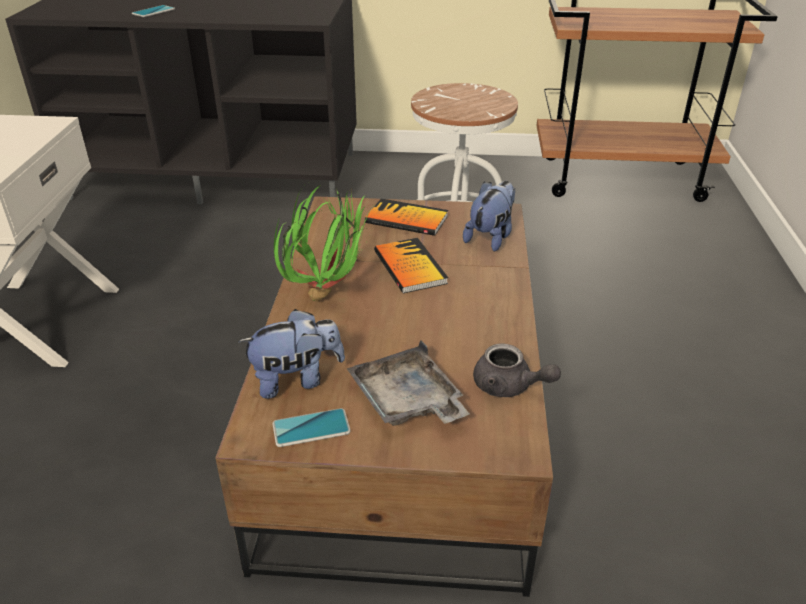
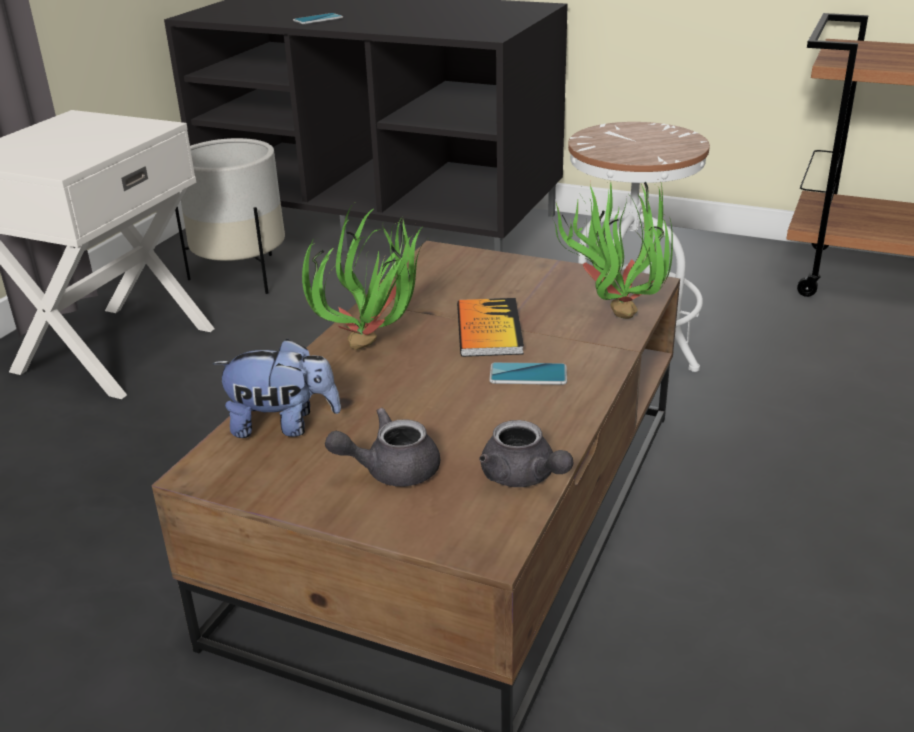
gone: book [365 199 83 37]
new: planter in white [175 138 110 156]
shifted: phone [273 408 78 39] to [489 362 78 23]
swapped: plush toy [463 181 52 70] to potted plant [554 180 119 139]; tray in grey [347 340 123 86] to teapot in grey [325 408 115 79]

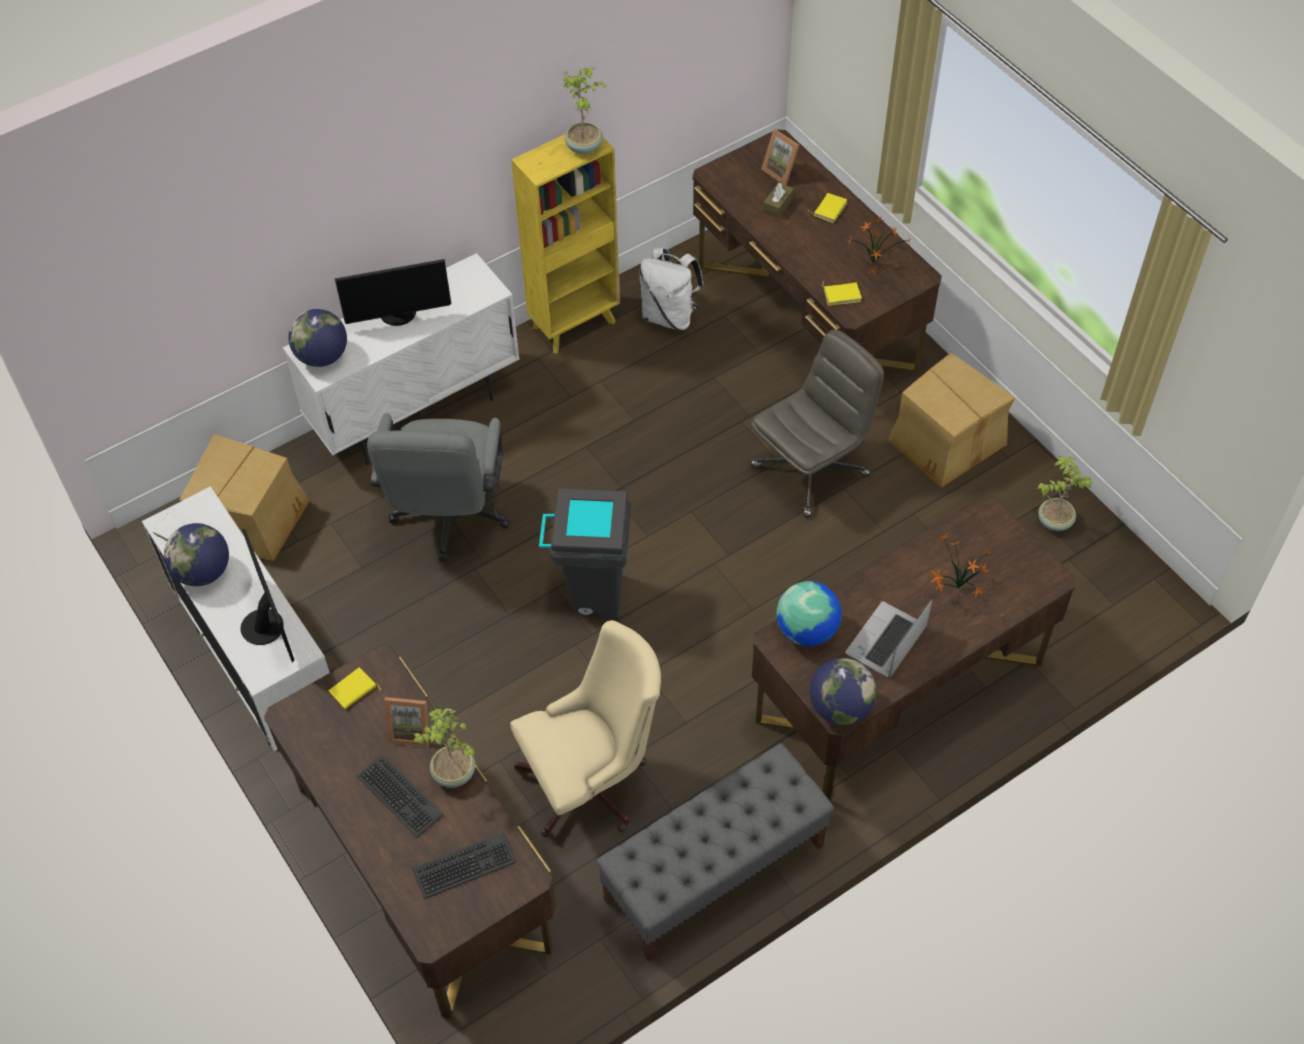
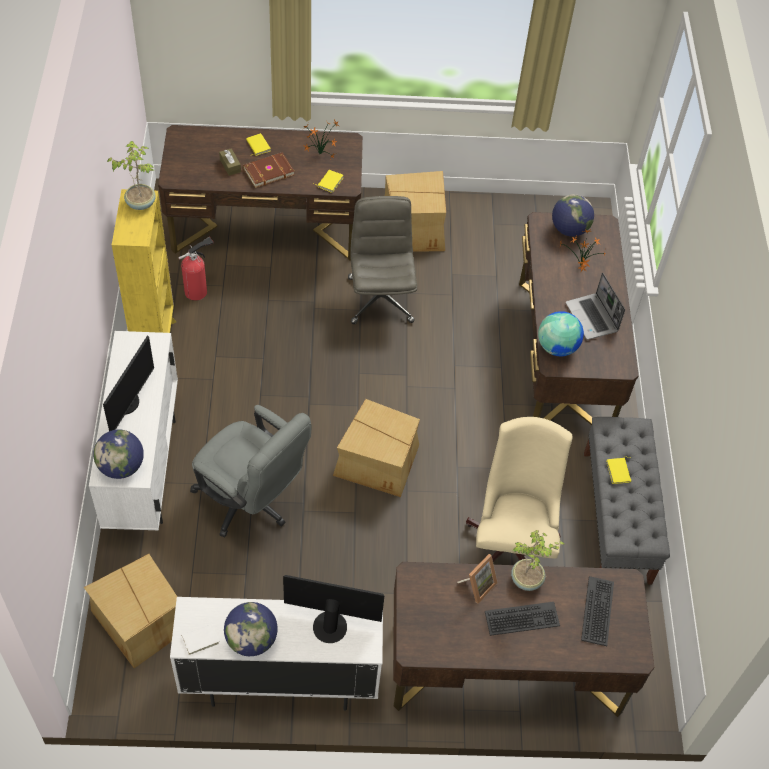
gone: picture frame [761 129 38 56]; potted plant [1037 457 55 74]
new: book in brown [243 152 52 36]
shifted: globe [810 658 67 67] to [552 194 42 43]; book in yellow [329 667 52 42] to [606 456 25 28]
swapped: backpack in white [639 247 65 83] to fire extinguisher [178 237 36 64]; trash can in grey [539 488 92 131] to cardboard box [333 399 87 98]

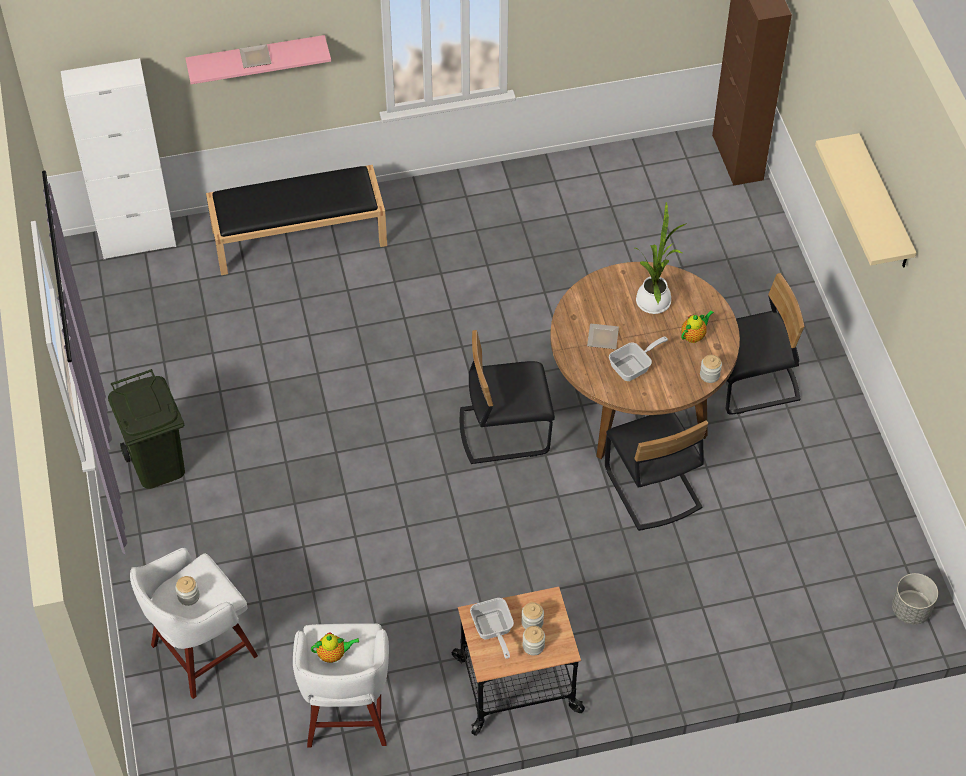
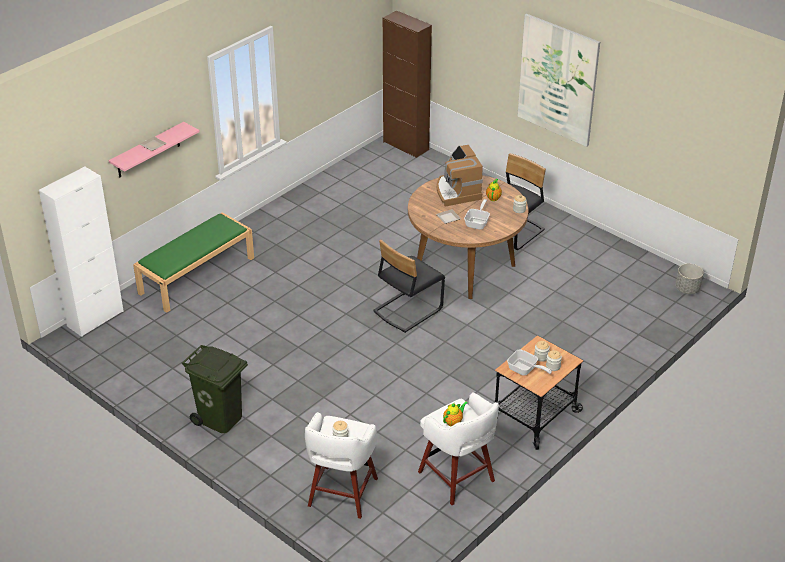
gone: chair in black [605 413 103 118]
swapped: shelf in beige [815 133 102 135] to picture [517 14 83 133]; potted plant [635 201 52 113] to coffee machine [436 145 47 61]
repainted: bench in black [206 165 181 110] to bench in green [133 212 121 101]

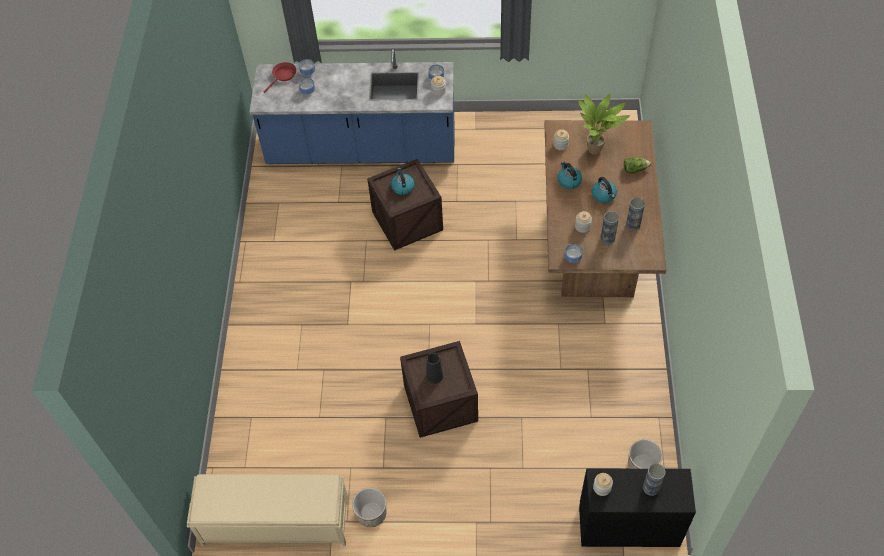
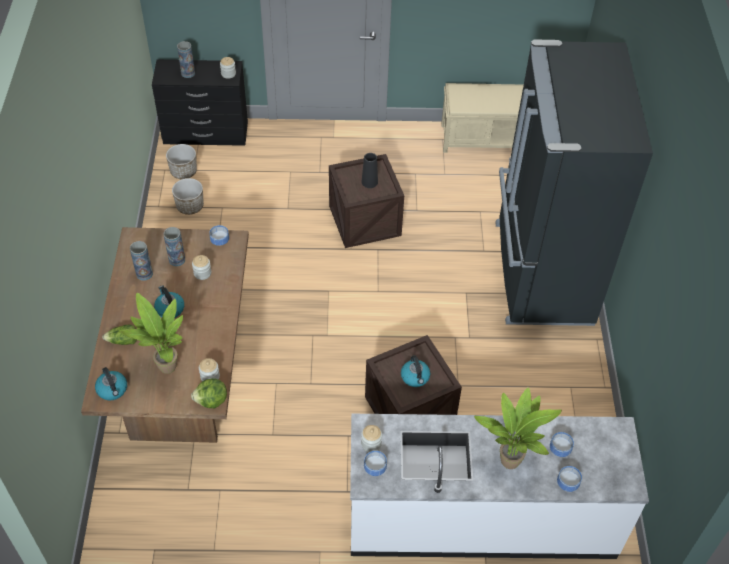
gone: frying pan in red [263 62 33 31]
new: fridge in black [495 40 158 286]; lettuce [191 378 36 30]; potted plant [474 387 88 82]
shifted: kettle [557 161 25 28] to [95 367 32 33]; planter [352 488 34 39] to [172 178 32 37]
repainted: counter in blue [250 48 205 116] to counter in white [350 414 299 145]

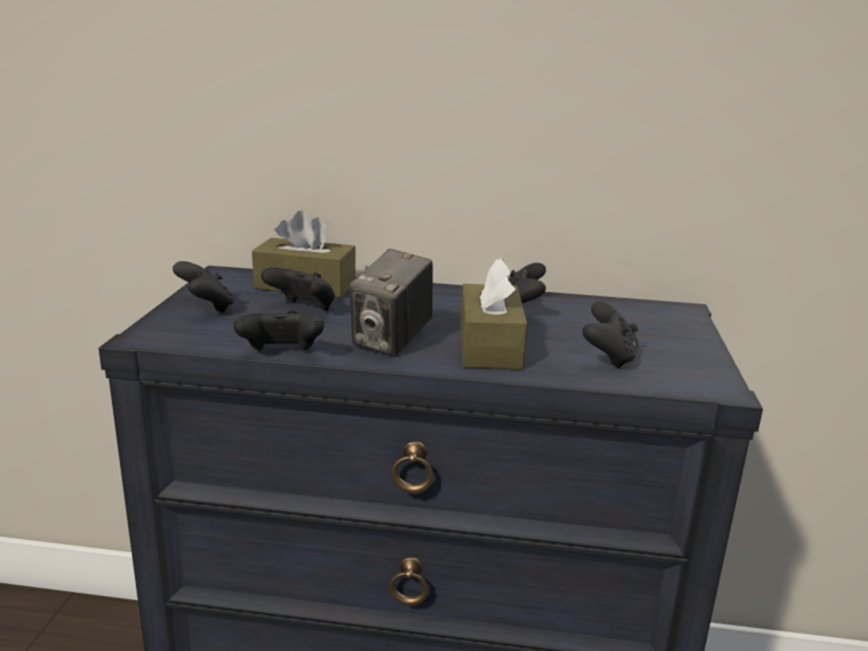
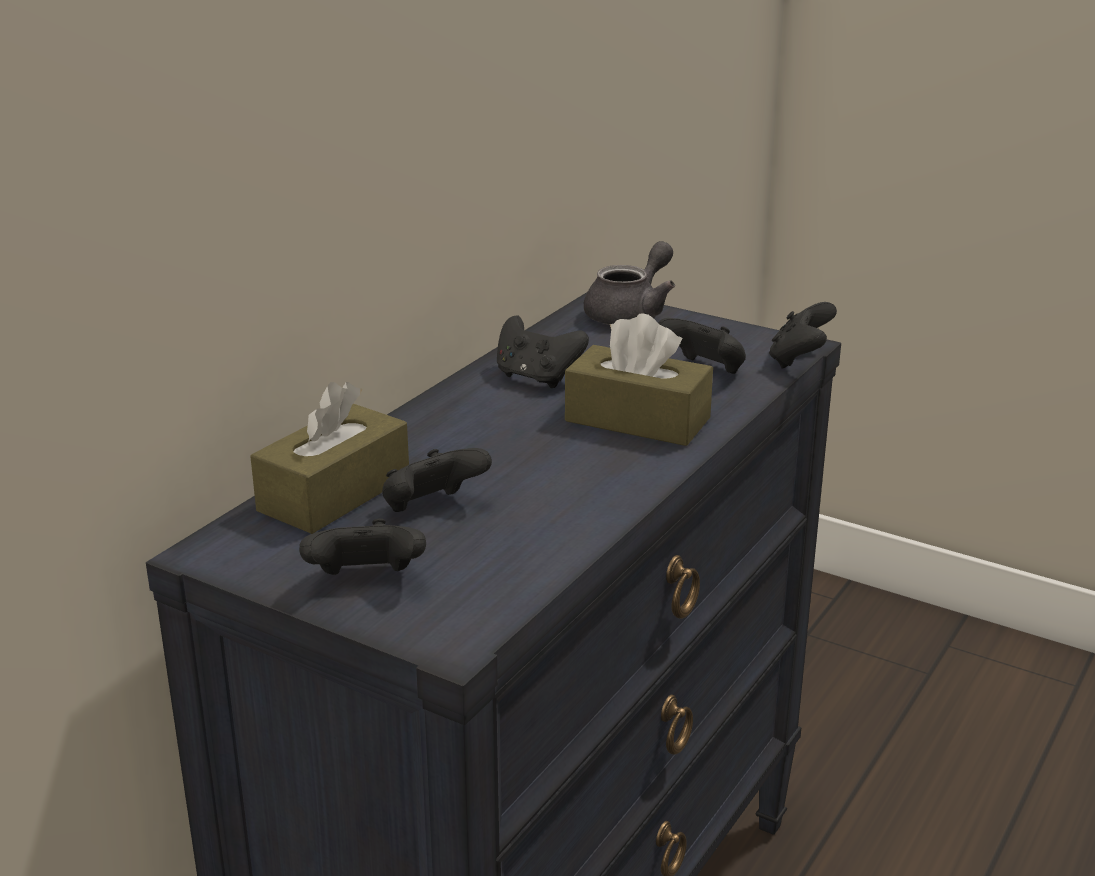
gone: photo camera [350 248 83 109]
new: teapot in grey [584 241 91 84]
shifted: game controller in black [233 310 91 41] to [769 302 68 67]

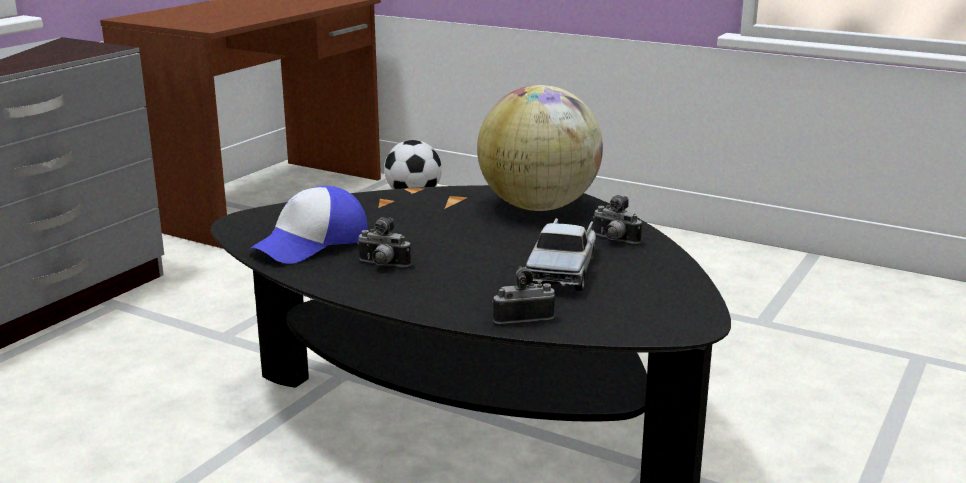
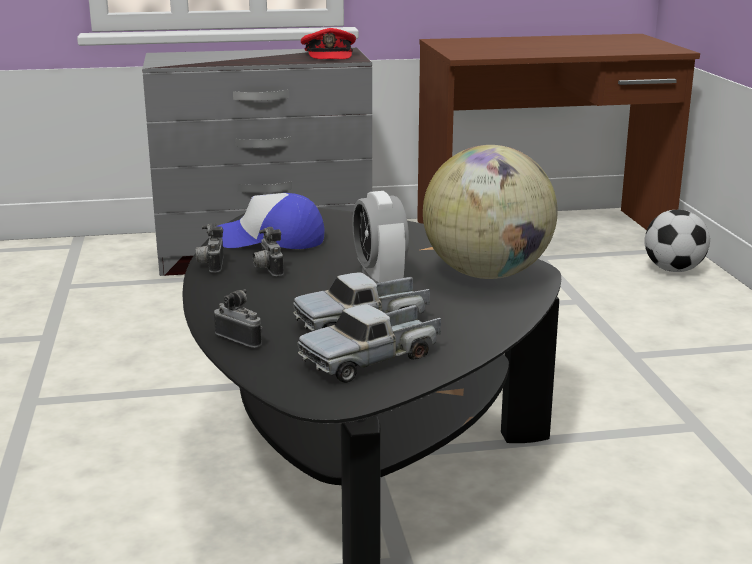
new: cap in red [301 28 55 31]; alarm clock [352 191 57 92]; toy truck [297 304 144 79]
shifted: photo camera [593 195 49 49] to [196 223 28 50]

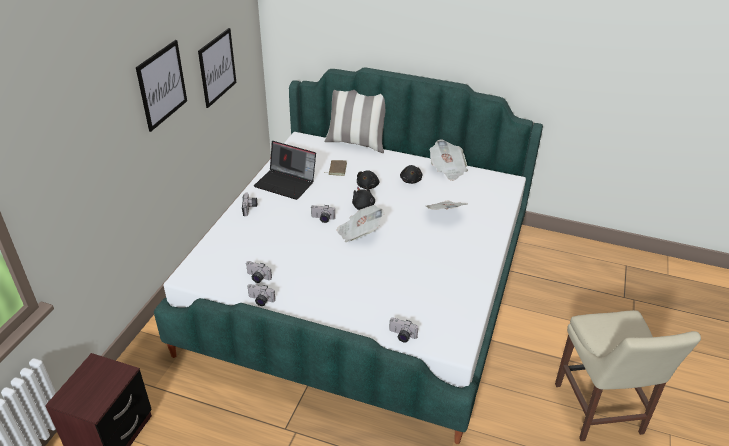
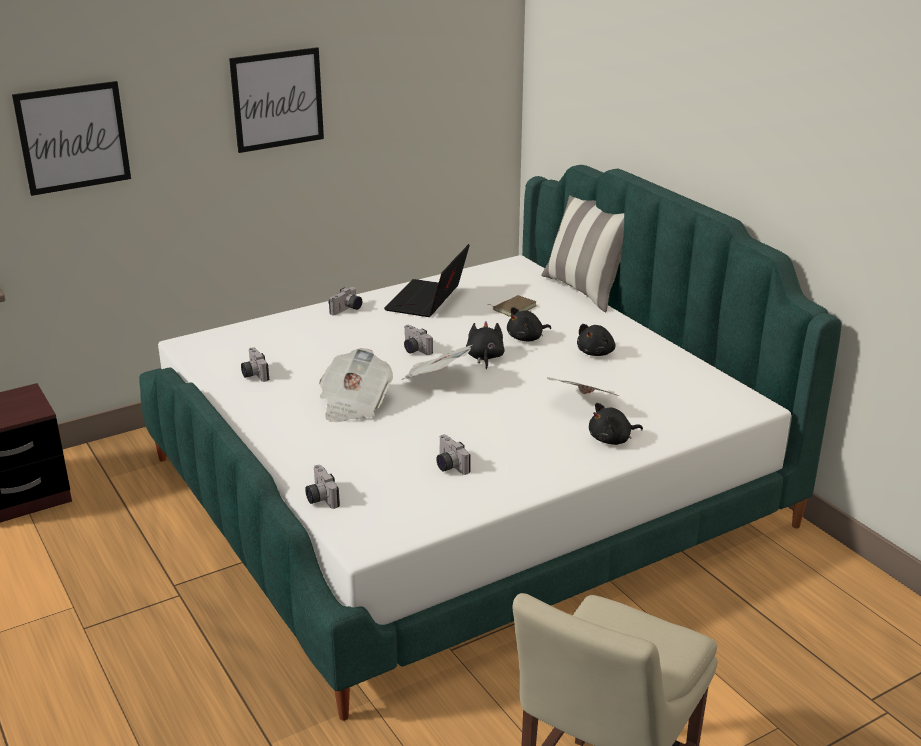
new: plush toy in black [589 403 54 42]
shifted: picture [198 28 38 80] to [12 81 119 115]; newspaper [430 139 38 42] to [319 348 74 74]; photo camera [248 284 27 22] to [436 435 35 40]
rotated: laptop [254 141 62 59] = [384 244 86 73] 45 degrees clockwise

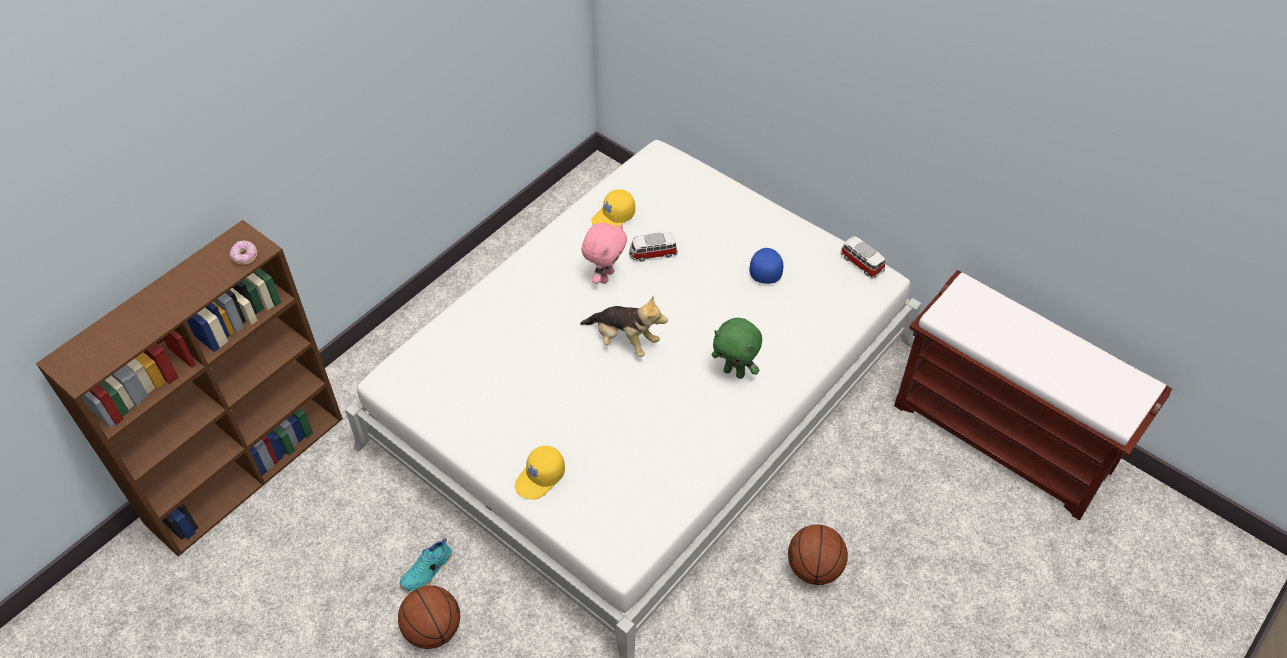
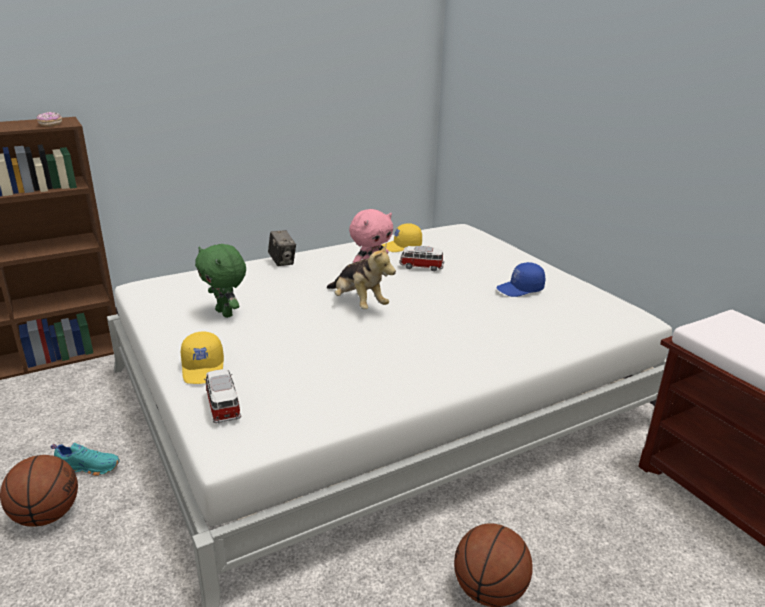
new: photo camera [268 230 28 36]
shifted: toy car [841 236 44 42] to [204 369 37 55]; plush toy in green [711 318 51 61] to [195 244 51 74]
rotated: cap in blue [749 248 34 36] = [496 262 49 35] 135 degrees counterclockwise; cap in yellow [515 446 50 54] = [181 332 43 52] 75 degrees counterclockwise; shoe in turquoise [400 537 52 54] = [51 443 69 33] 150 degrees counterclockwise

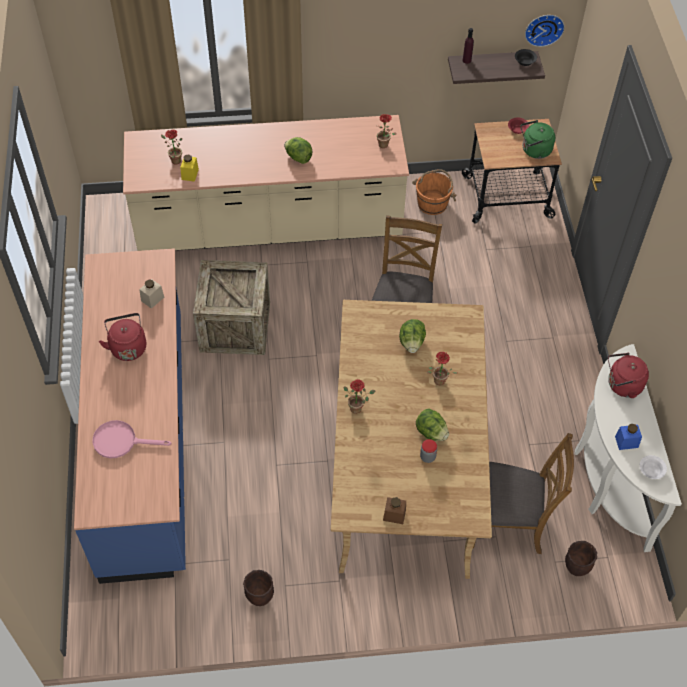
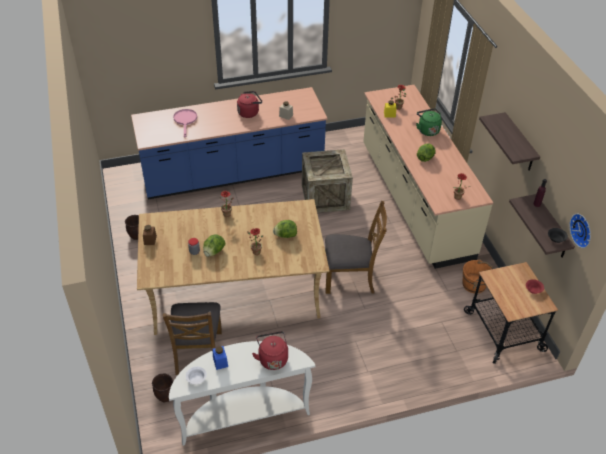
new: shelf [479 112 61 59]
shifted: kettle in green [520 120 35 39] to [416 108 26 28]

